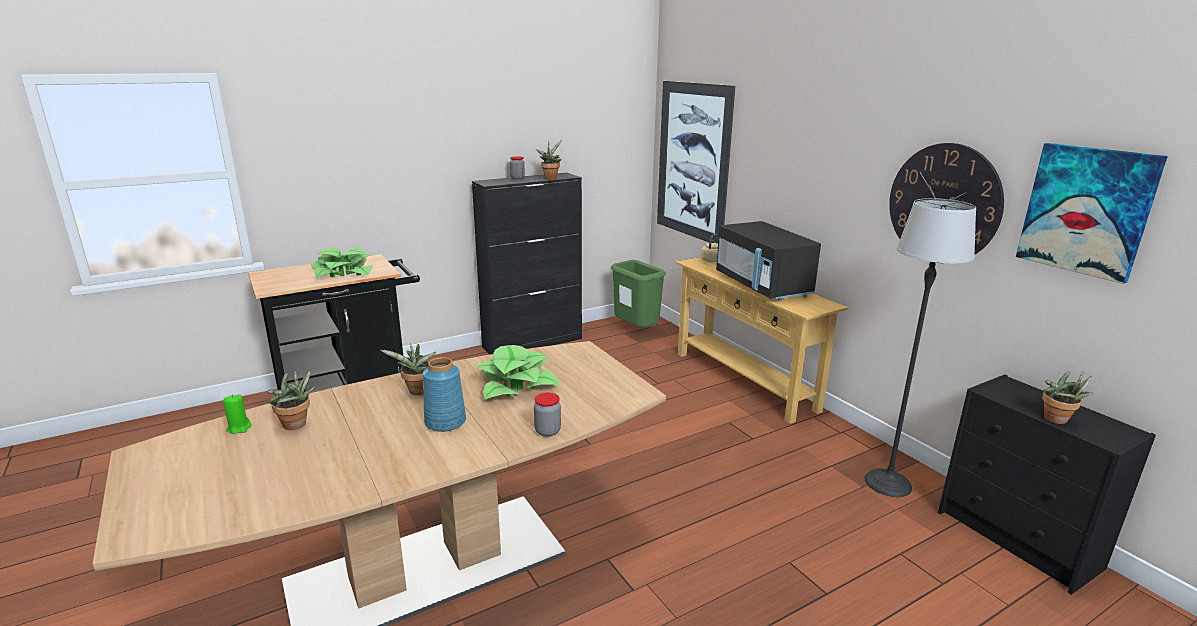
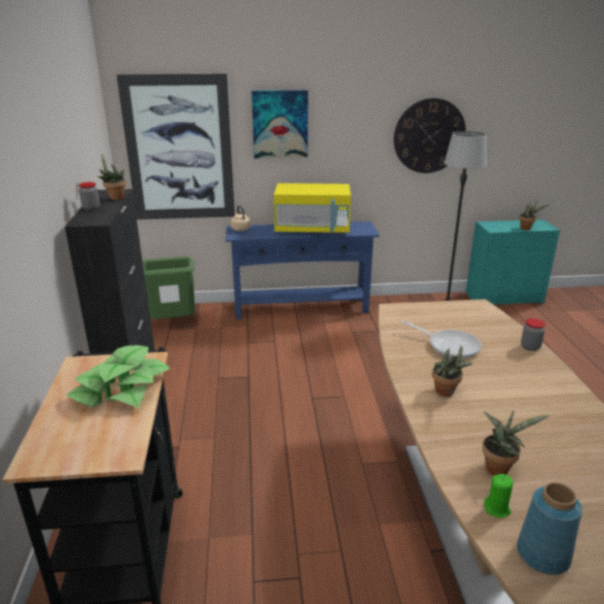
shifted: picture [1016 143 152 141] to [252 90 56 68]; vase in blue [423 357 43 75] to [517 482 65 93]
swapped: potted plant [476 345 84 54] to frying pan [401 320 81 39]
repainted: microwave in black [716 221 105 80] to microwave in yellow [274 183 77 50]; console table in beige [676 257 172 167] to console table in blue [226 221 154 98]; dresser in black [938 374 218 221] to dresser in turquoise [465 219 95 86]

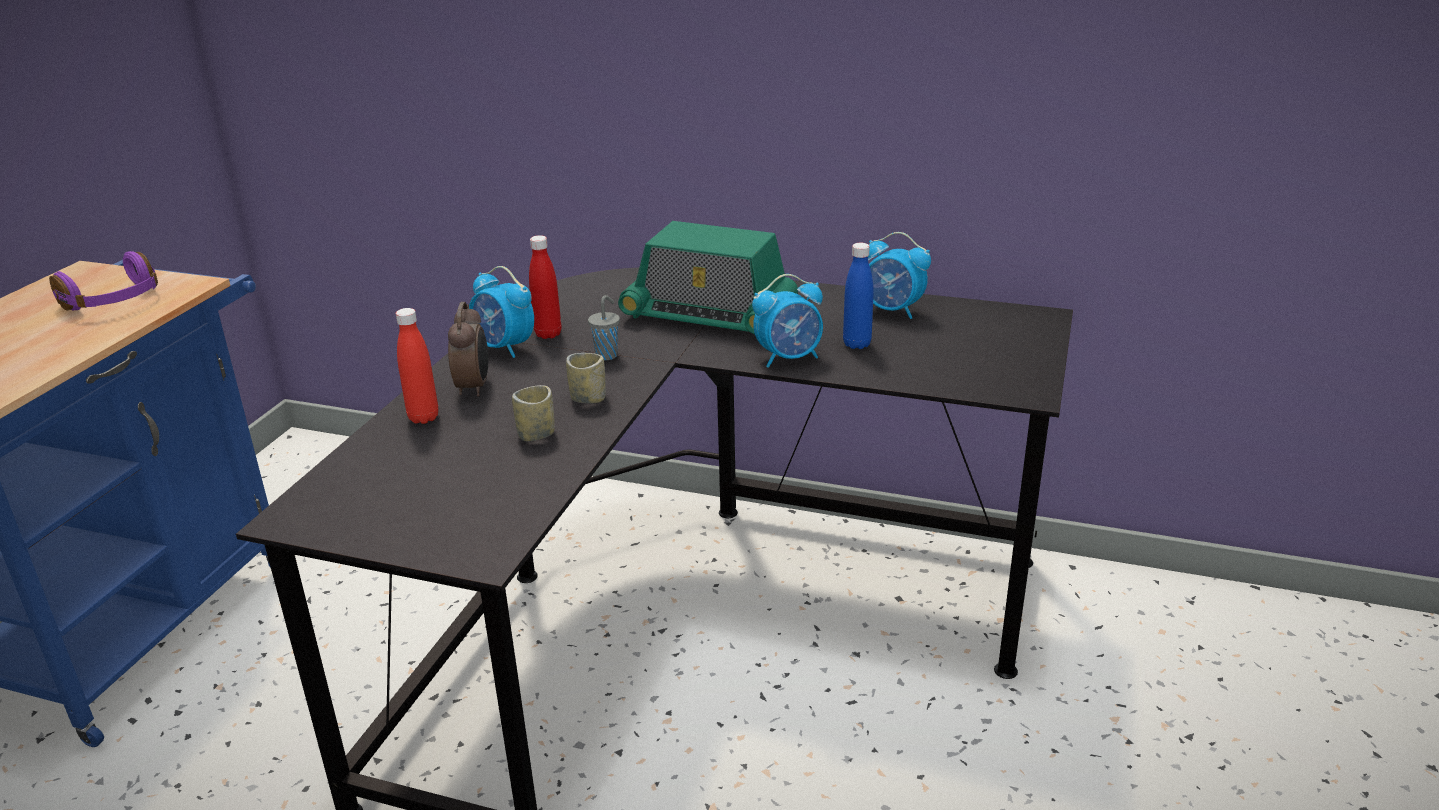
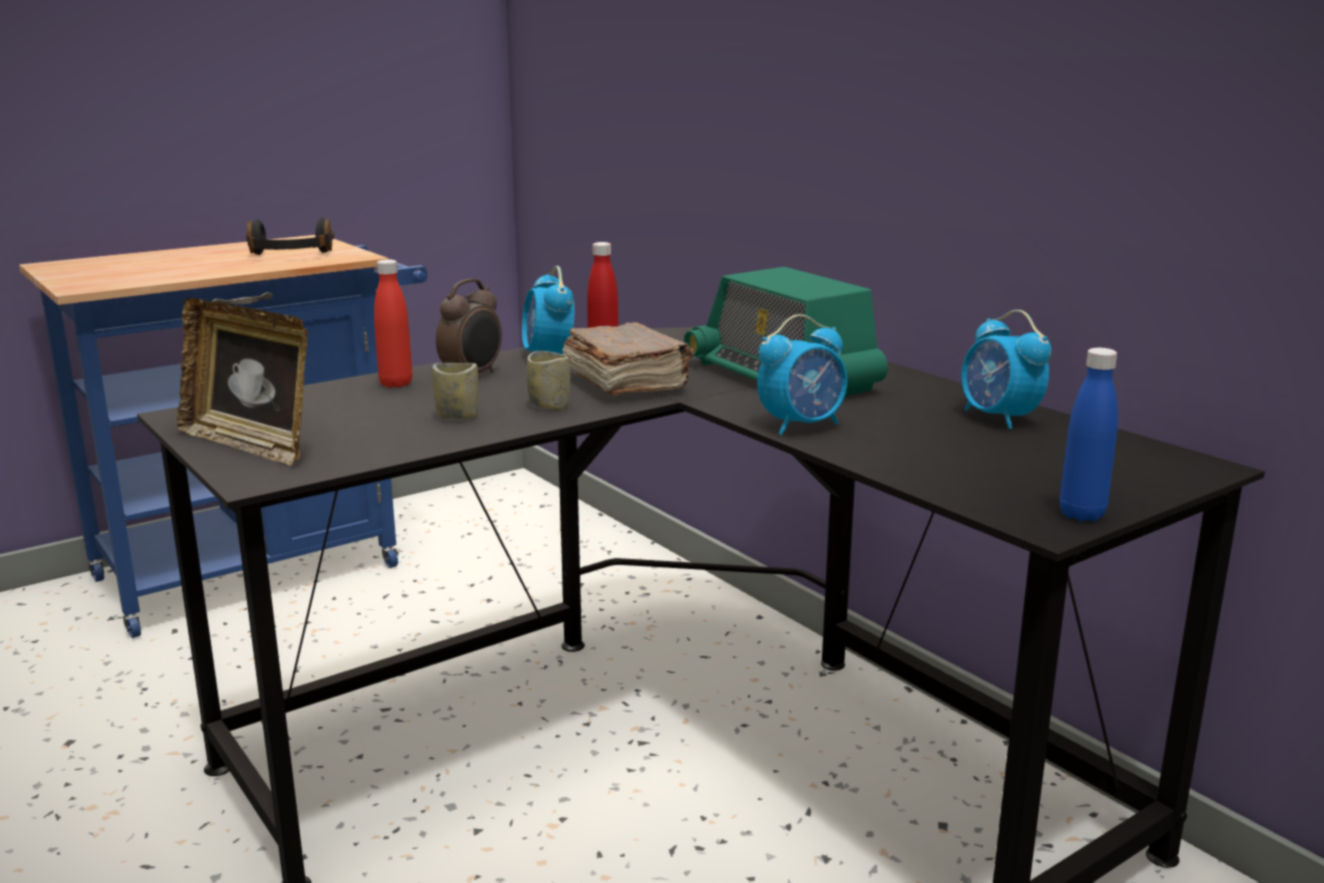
new: picture frame [177 298 131 168]
shifted: bottle in blue [843 243 31 106] to [1060 348 58 173]
swapped: cup in grey [588 295 32 65] to book in brown [562 322 132 74]
repainted: headphones in purple [49 251 109 60] to headphones in black [246 217 88 38]
rotated: alarm clock [752 274 71 94] = [757 314 90 121] 45 degrees counterclockwise

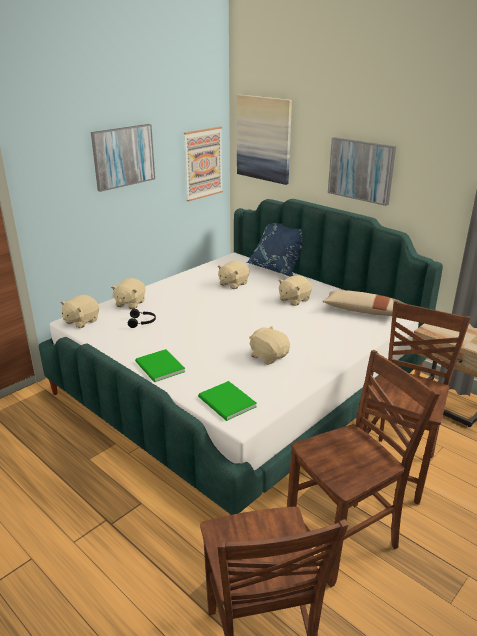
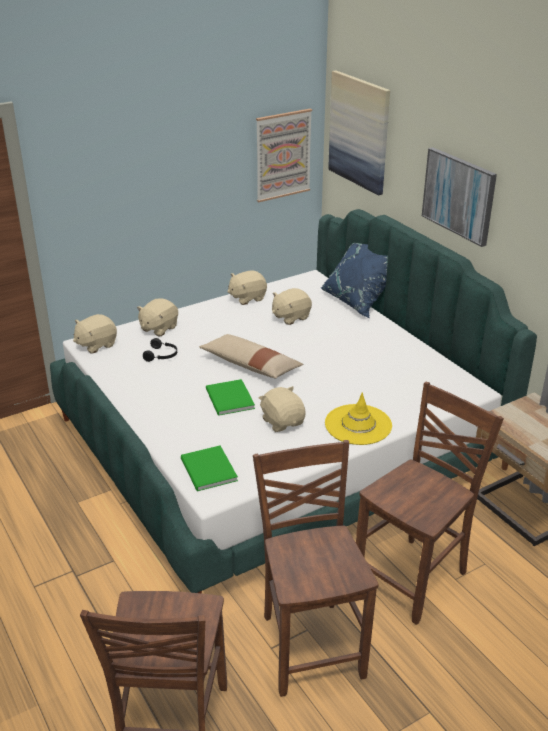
gone: picture [91 124 64 68]
new: hat in yellow [325 392 67 53]
shifted: plush toy in beige [279 275 33 31] to [227 270 40 35]; pillow in beige [322 290 84 26] to [199 334 104 45]; book in green [135 349 50 33] to [206 379 49 37]
rotated: chair in brown [287 350 153 237] = [253 440 125 257] 90 degrees counterclockwise

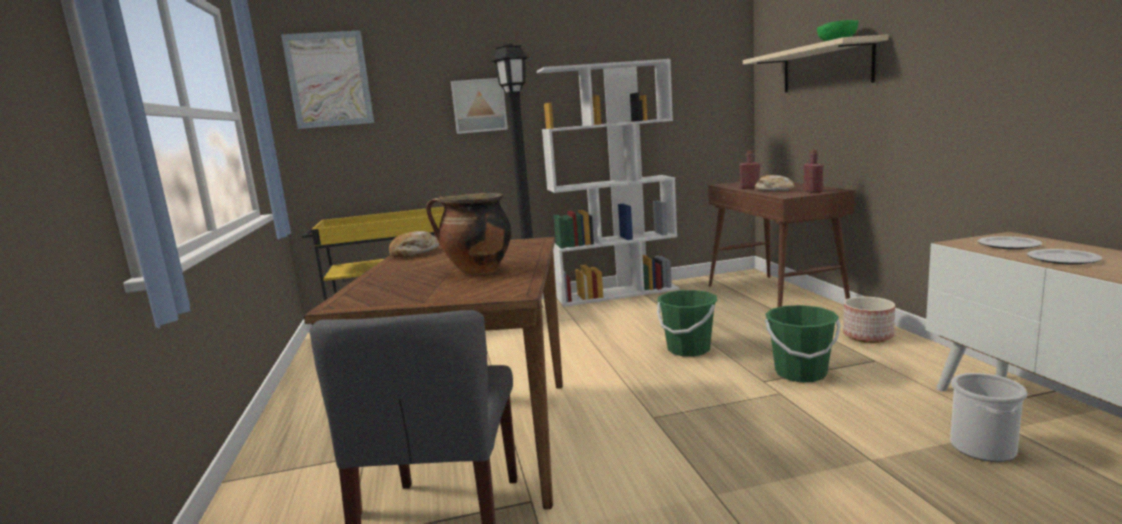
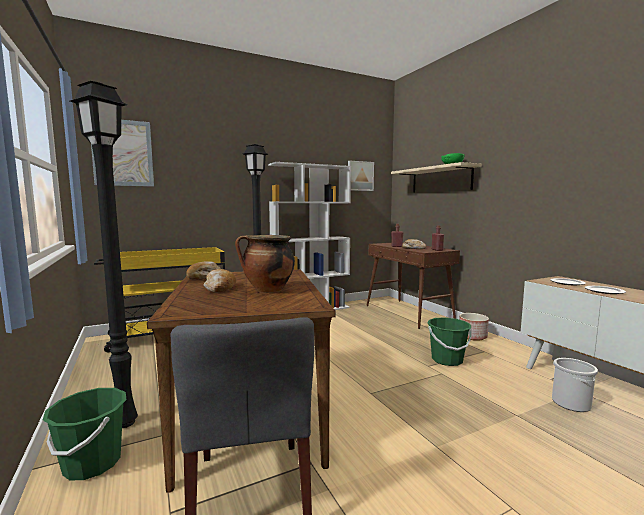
new: floor lamp in black [70 81 68 347]; bread [203 269 33 23]
shifted: picture [451 78 57 56] to [348 161 26 30]; bucket in green [657 290 60 67] to [43 388 83 92]

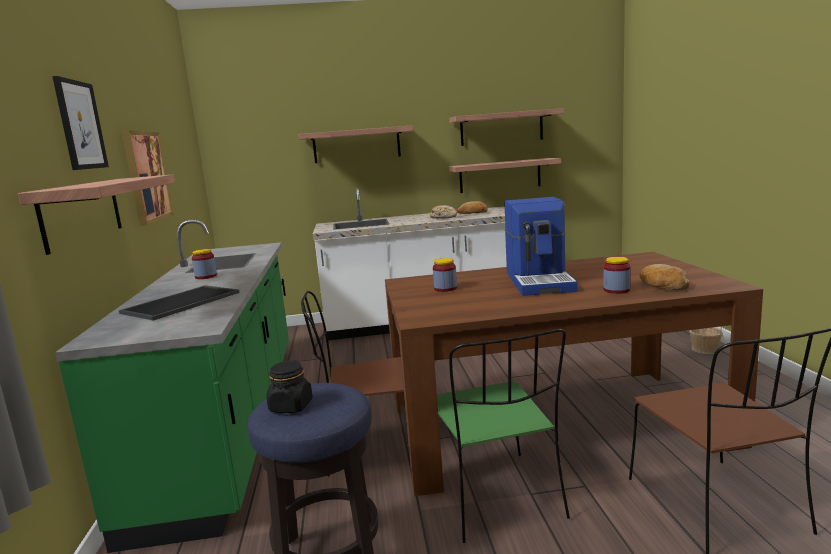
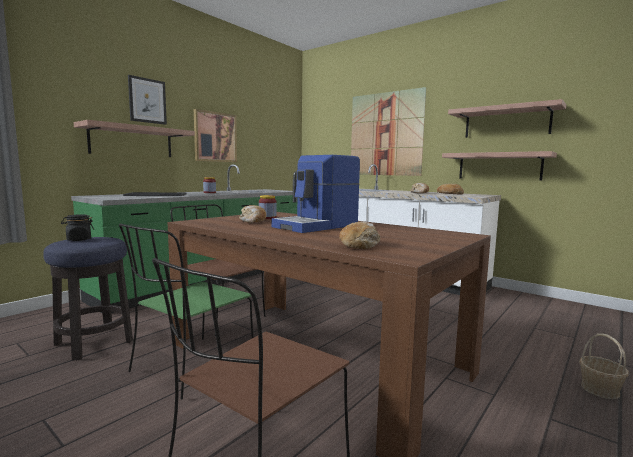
gone: jar [603 257 28 37]
new: bread [239 205 27 18]
swapped: shelf [298 125 115 38] to picture [351 87 75 89]

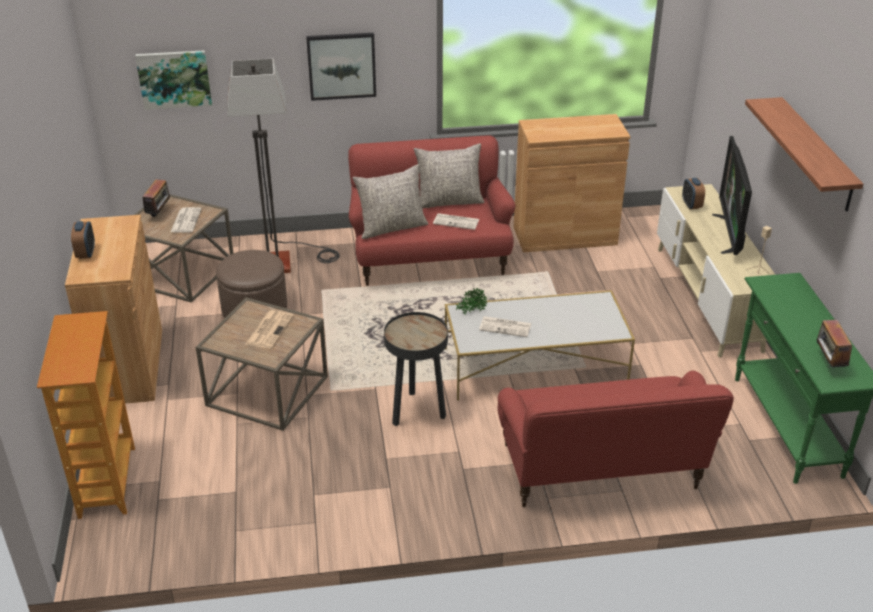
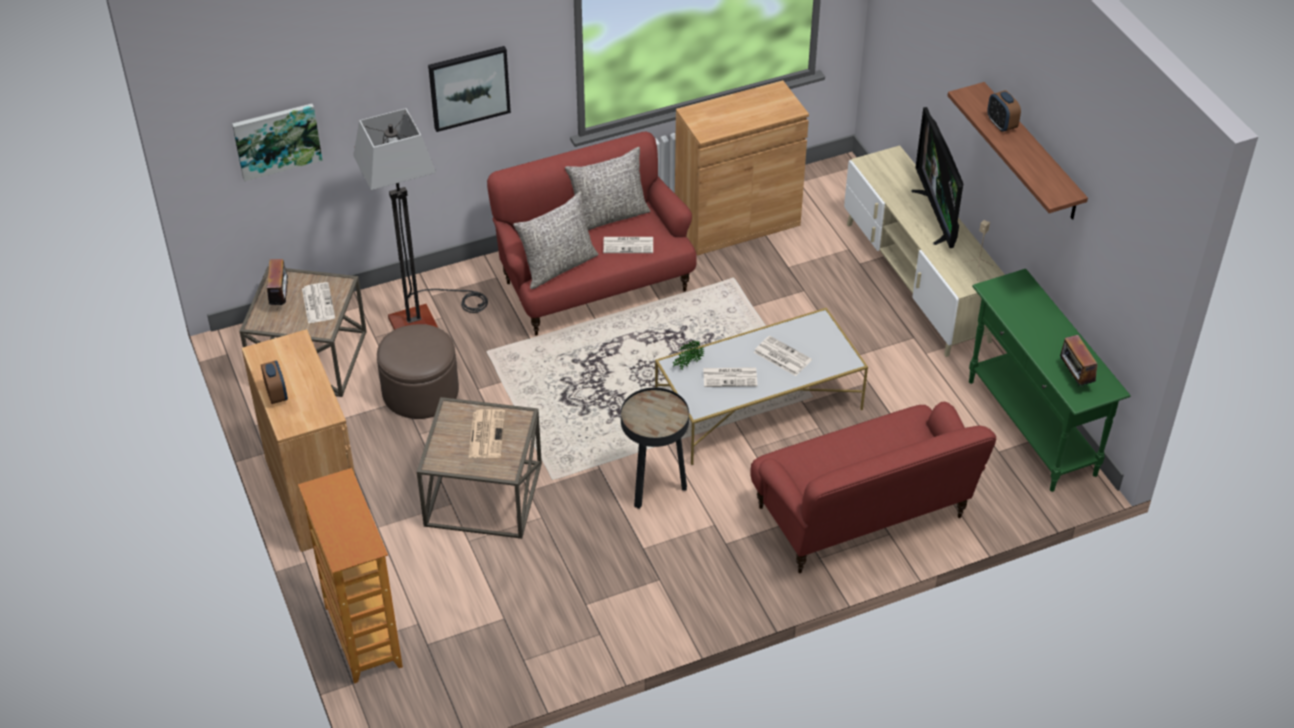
new: newspaper [753 336 59 40]
shifted: alarm clock [682 178 23 31] to [987 90 34 42]

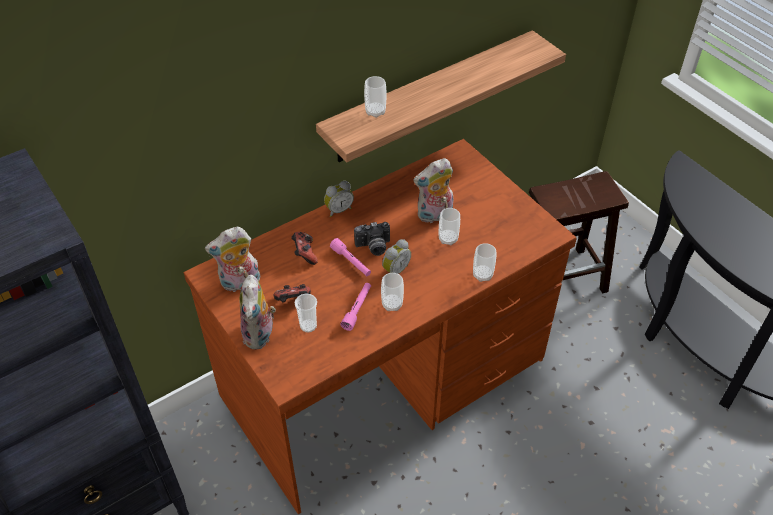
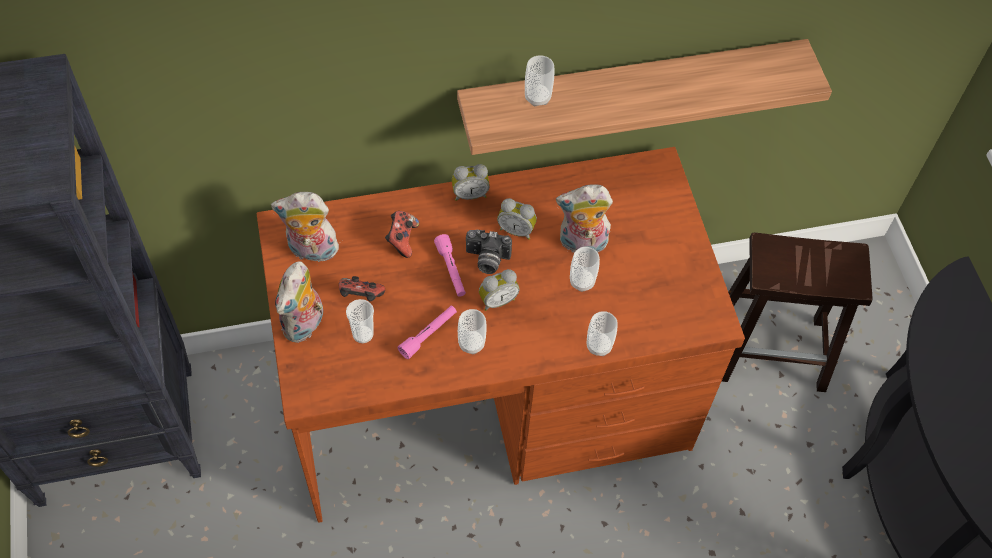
new: alarm clock [497 198 40 42]

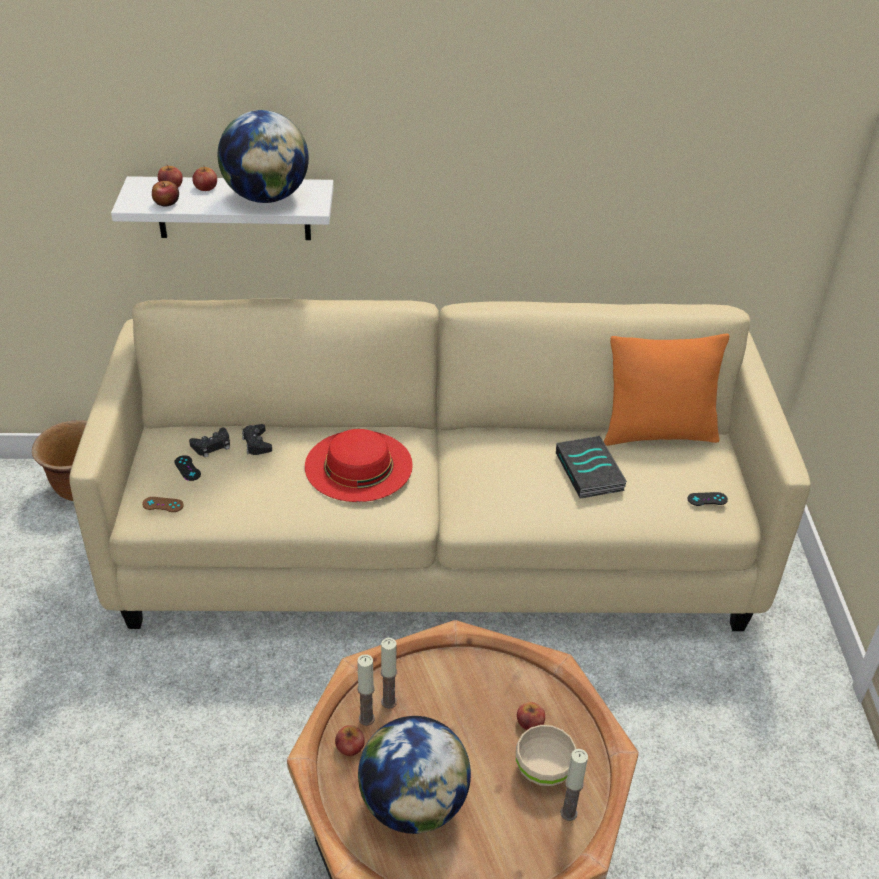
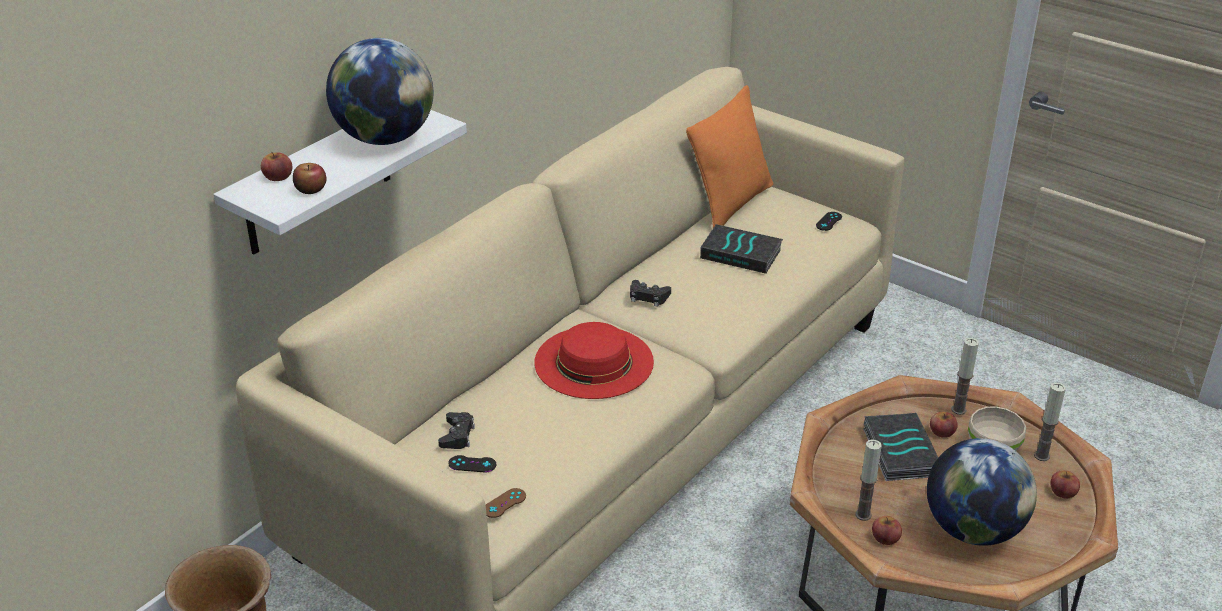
new: book [863 413 75 68]
shifted: apple [192 165 25 26] to [1051 470 29 28]; game controller in black [242 424 30 31] to [630 280 41 27]; candle [381 638 16 71] to [951 338 28 77]

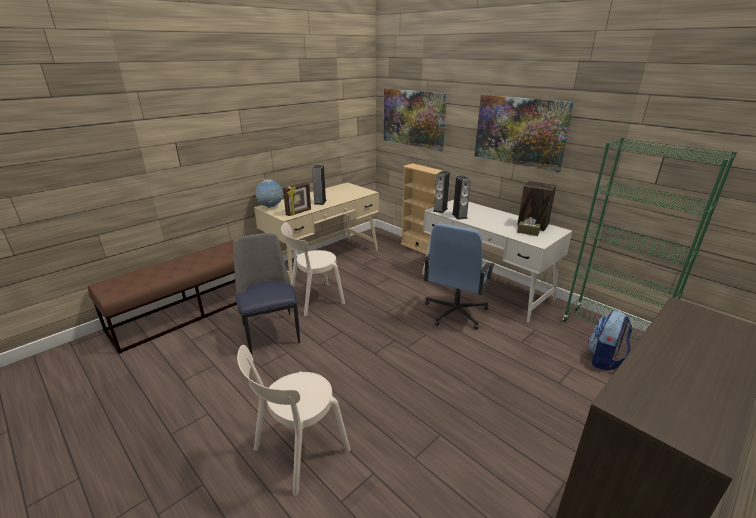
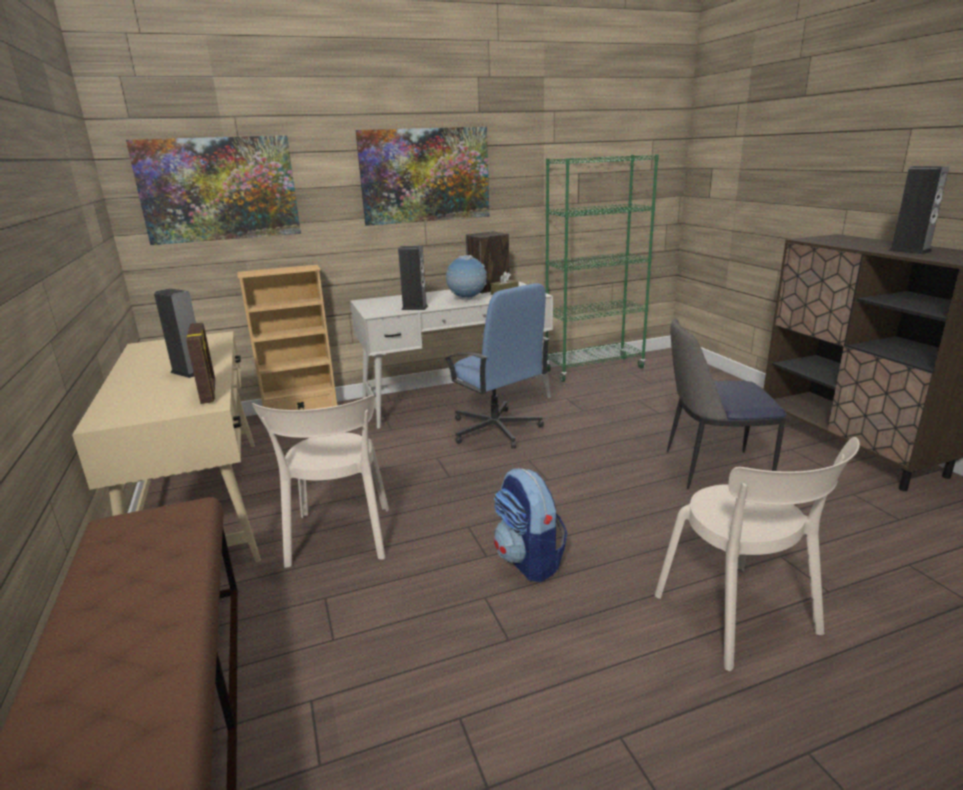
shifted: speaker [433 171 17 42] to [889 166 60 88]; globe [255 179 28 29] to [445 255 42 45]; chair [233 233 67 121] to [667 318 120 171]; backpack [588 310 44 60] to [494 468 74 114]

